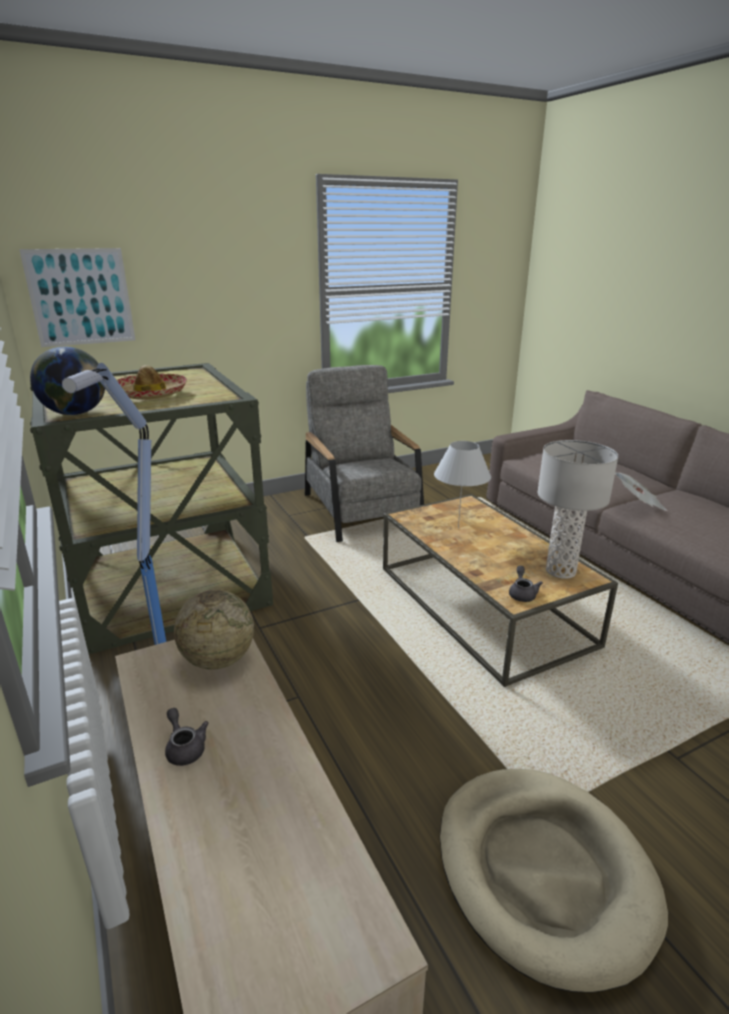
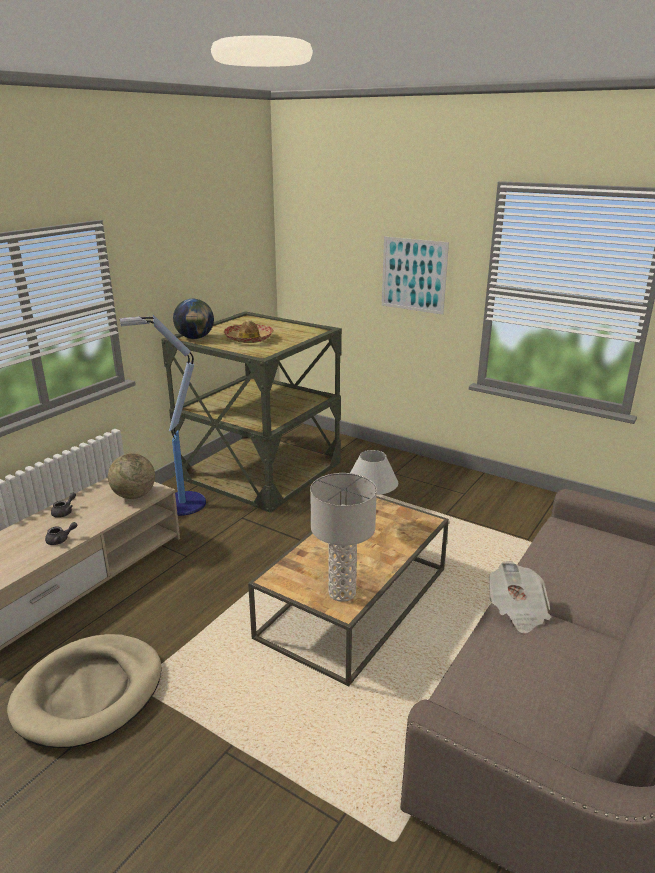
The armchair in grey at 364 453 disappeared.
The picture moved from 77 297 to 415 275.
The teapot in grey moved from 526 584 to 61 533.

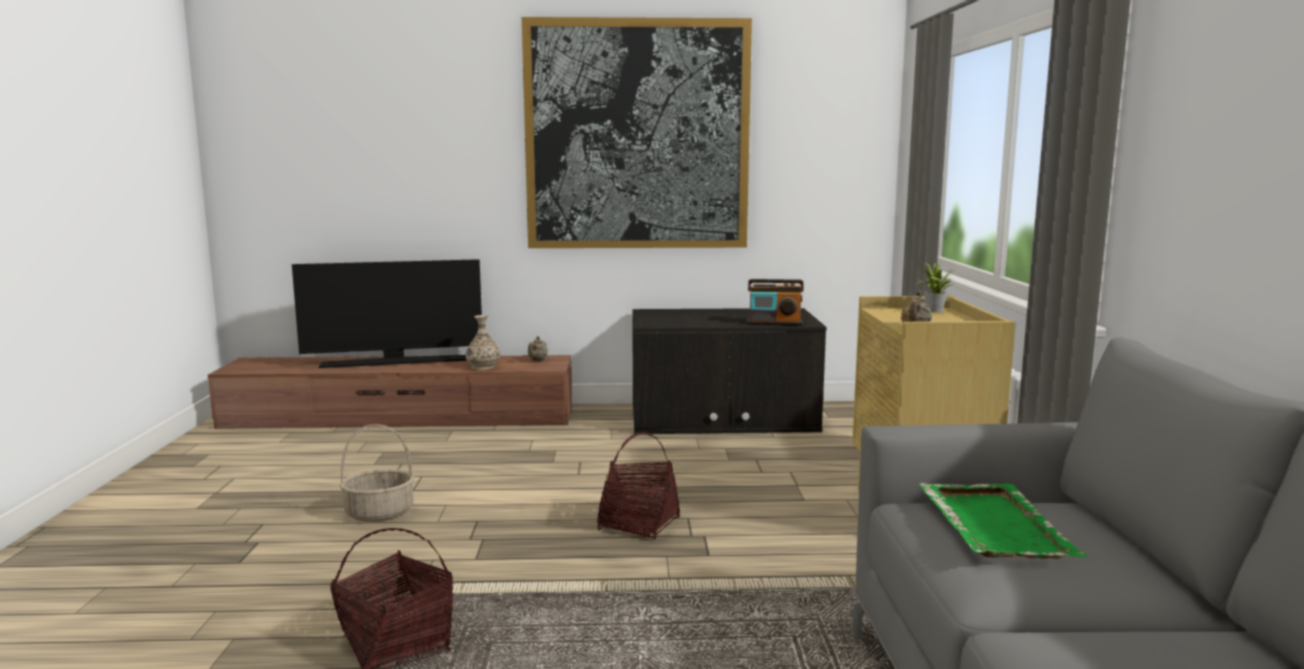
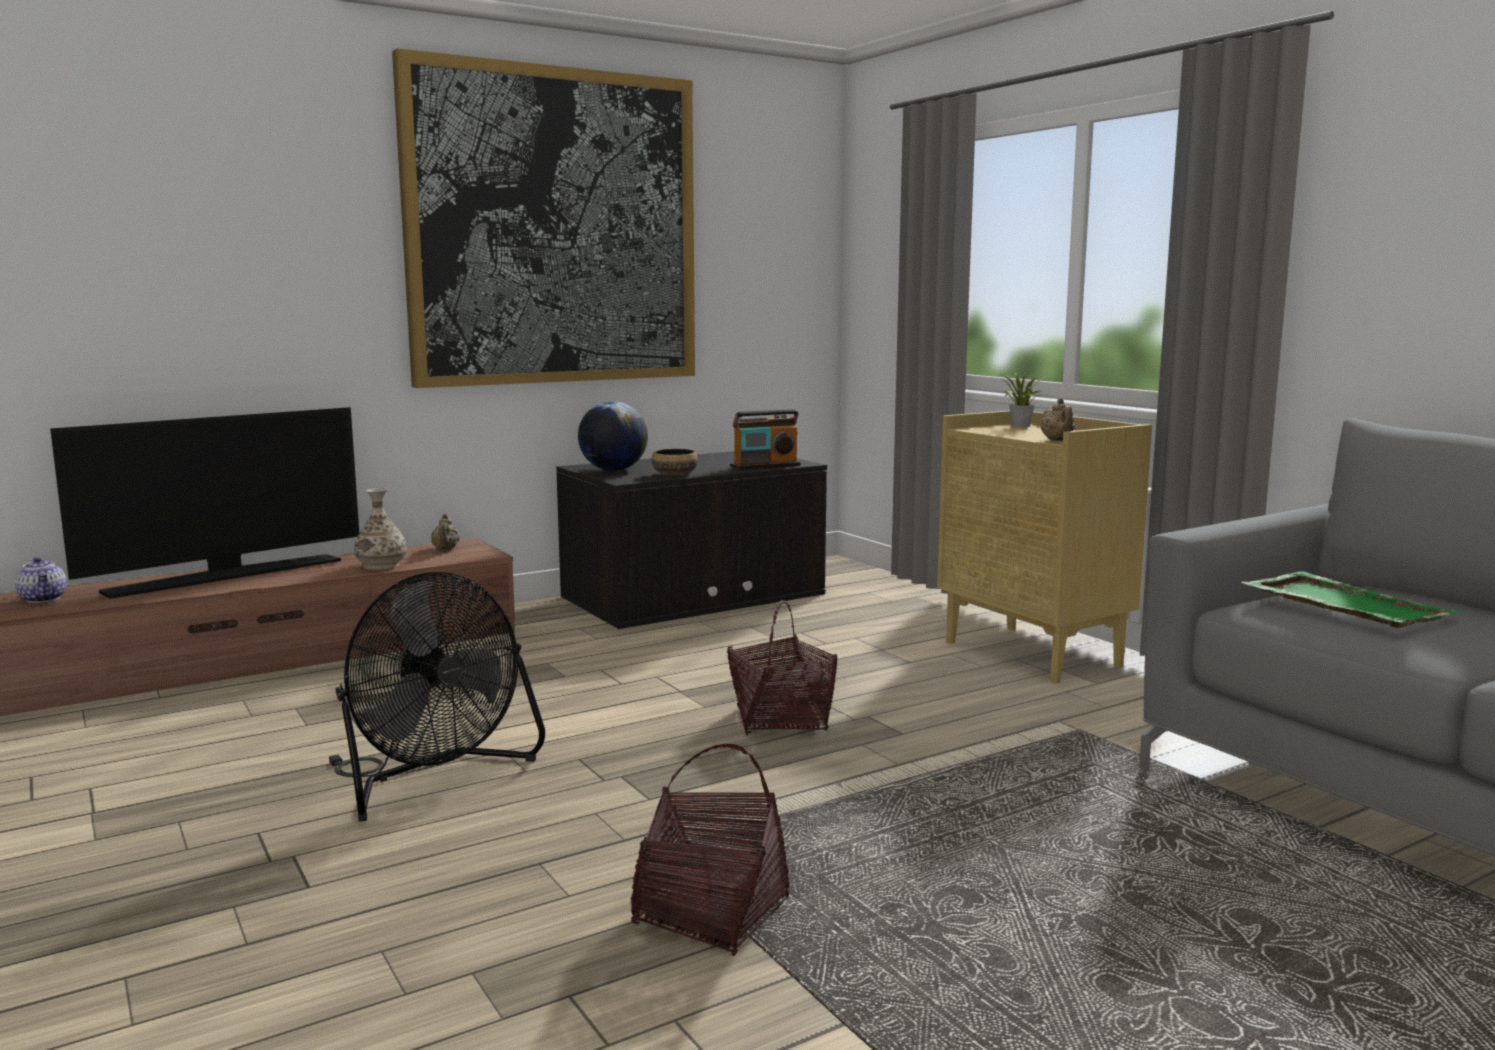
The teapot at 41 580 appeared.
The globe at 613 436 appeared.
The bowl at 675 462 appeared.
The basket at 377 473 was replaced by the fan in black at 437 697.

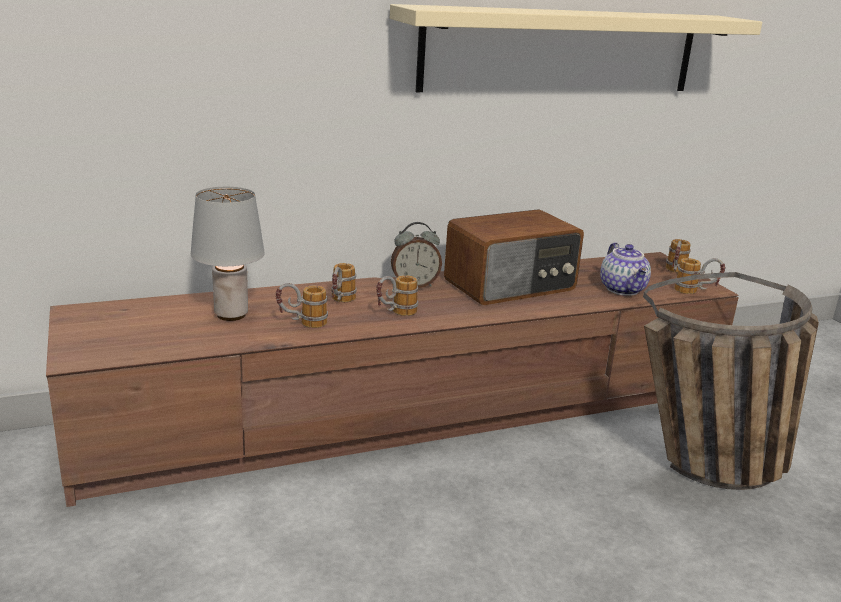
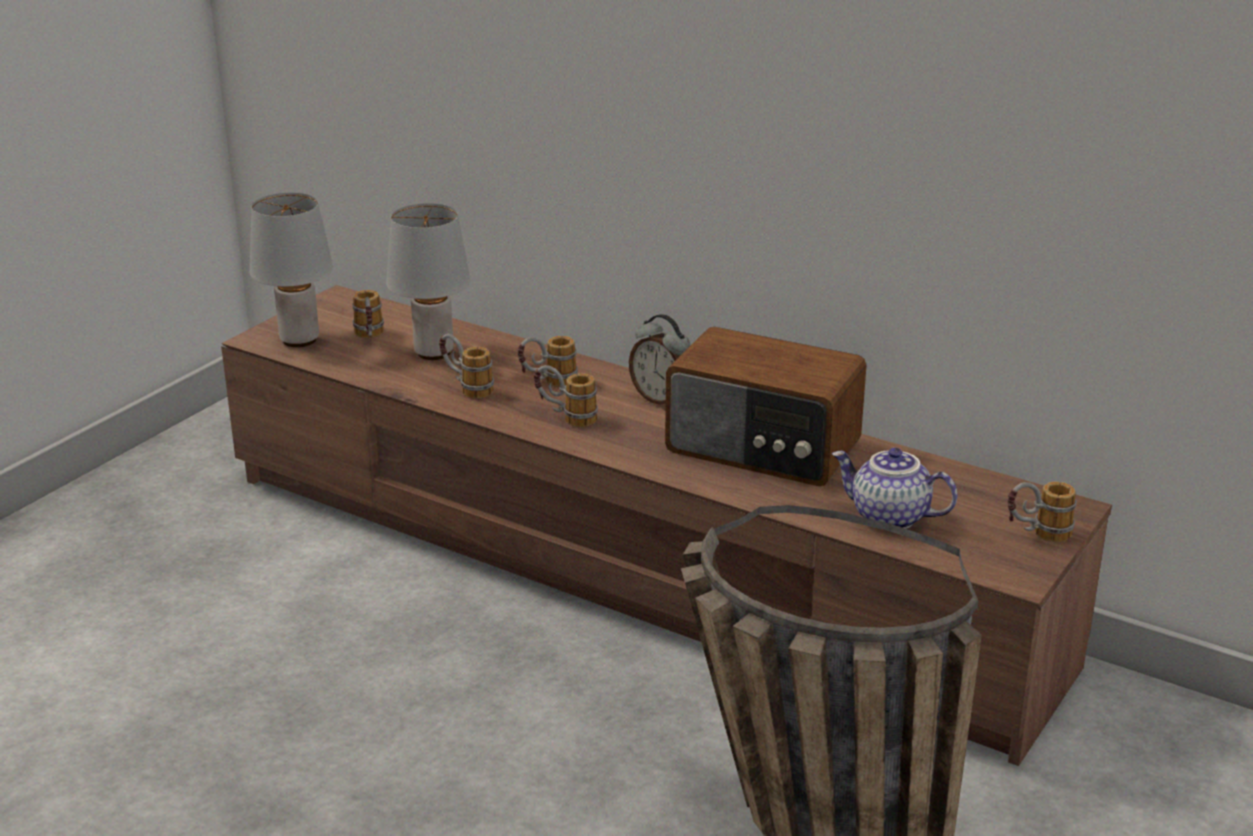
The shelf in beige at 576 48 disappeared.
The table lamp in grey at 291 270 appeared.
The mug moved from 700 276 to 368 314.
The teapot at 625 269 turned 75 degrees clockwise.

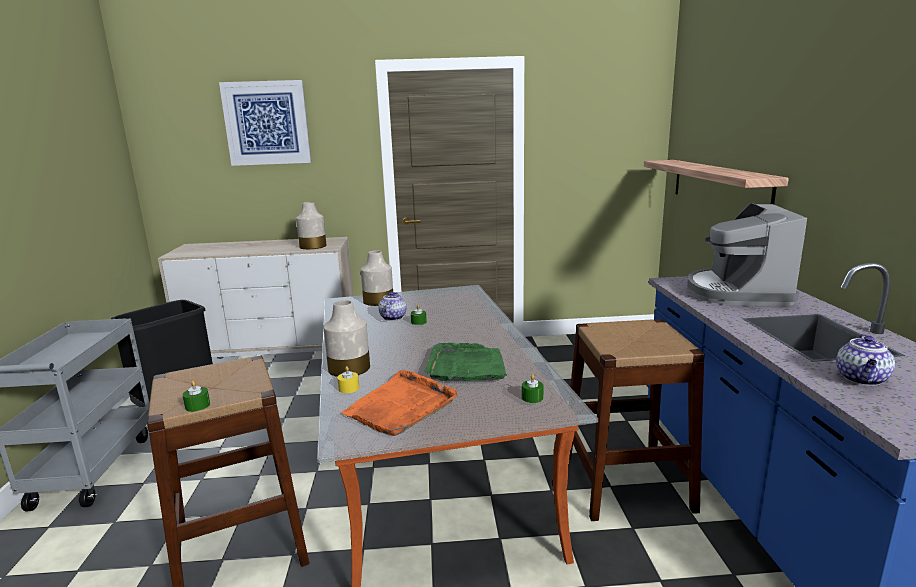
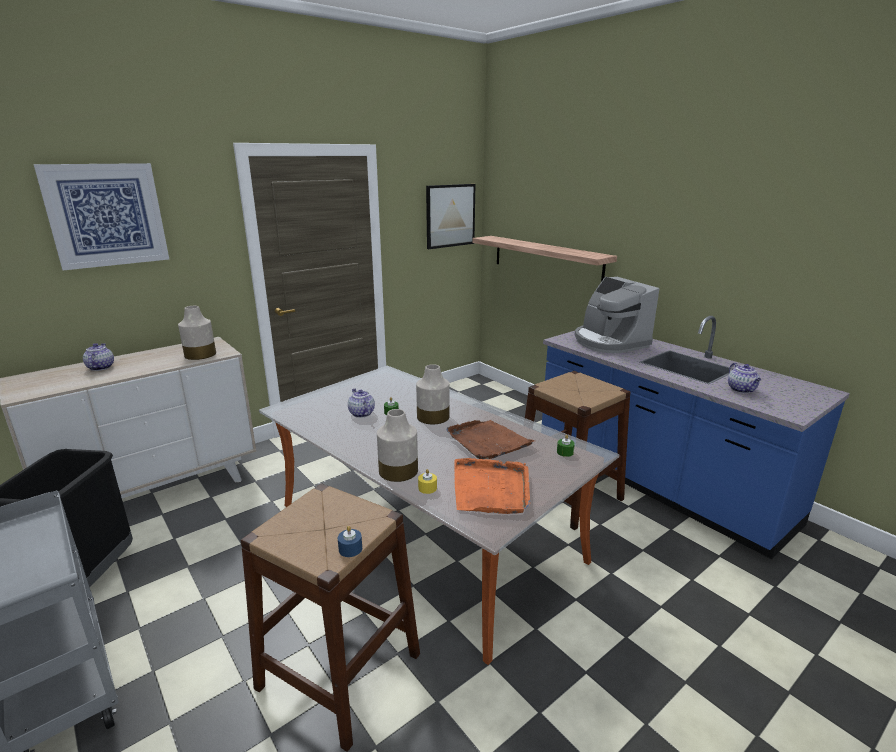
The teapot at 98 357 appeared.
The picture at 450 216 appeared.
The vase in beige moved from 377 278 to 432 394.
The candle in green at 196 396 became the candle in blue at 350 541.
The tray in green at 465 362 became the tray in brown at 491 439.

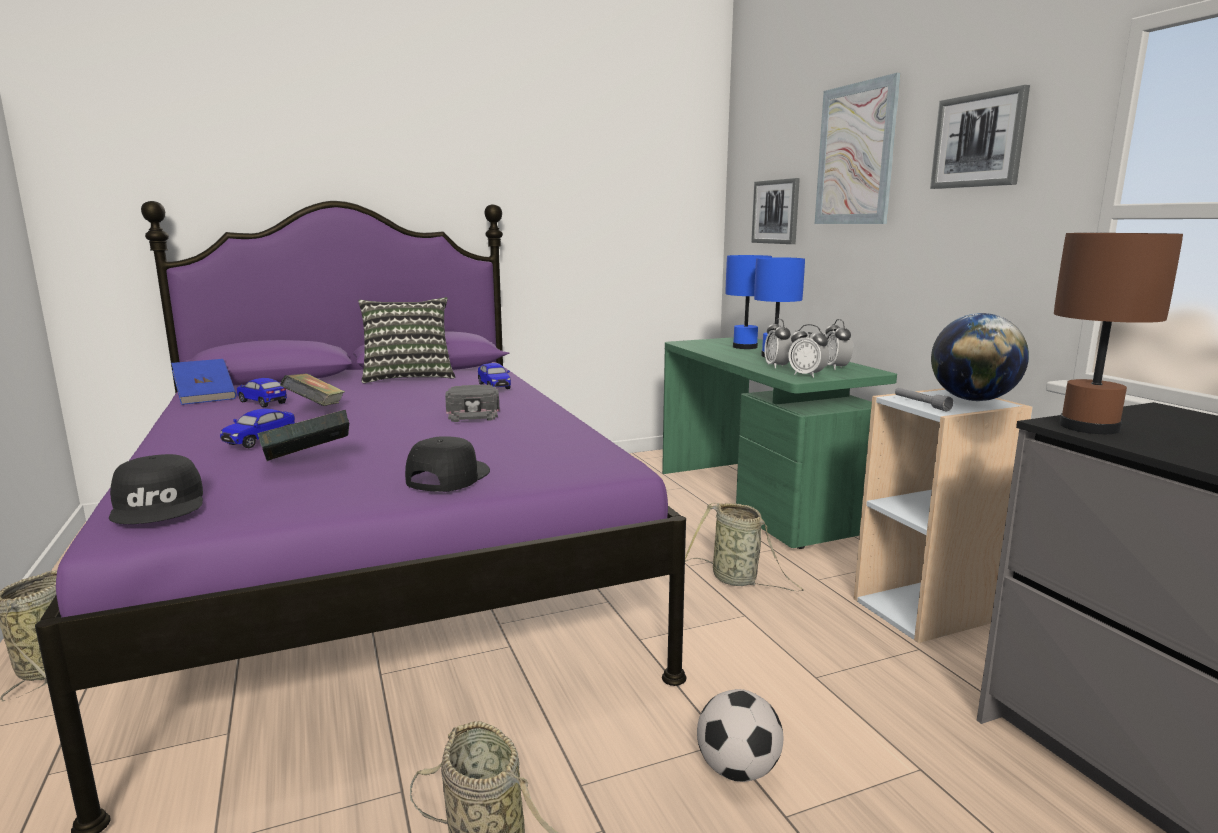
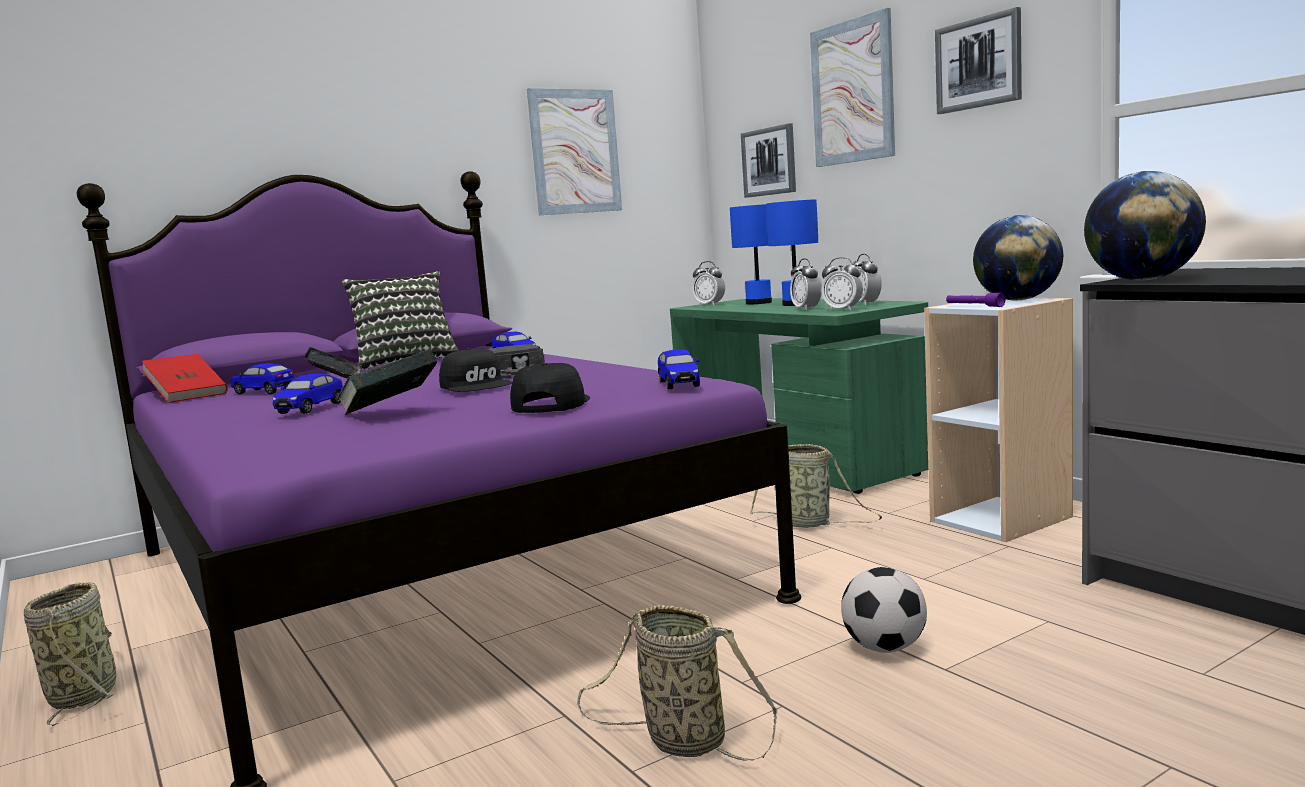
The picture at 574 151 appeared.
The toy car at 679 369 appeared.
The alarm clock at 708 283 appeared.
The cap in black moved from 156 489 to 475 370.
The table lamp in brown at 1118 333 was replaced by the globe at 1145 226.
The book in blue at 203 382 became the book in red at 185 378.
The flashlight in grey at 924 399 became the flashlight in purple at 975 299.

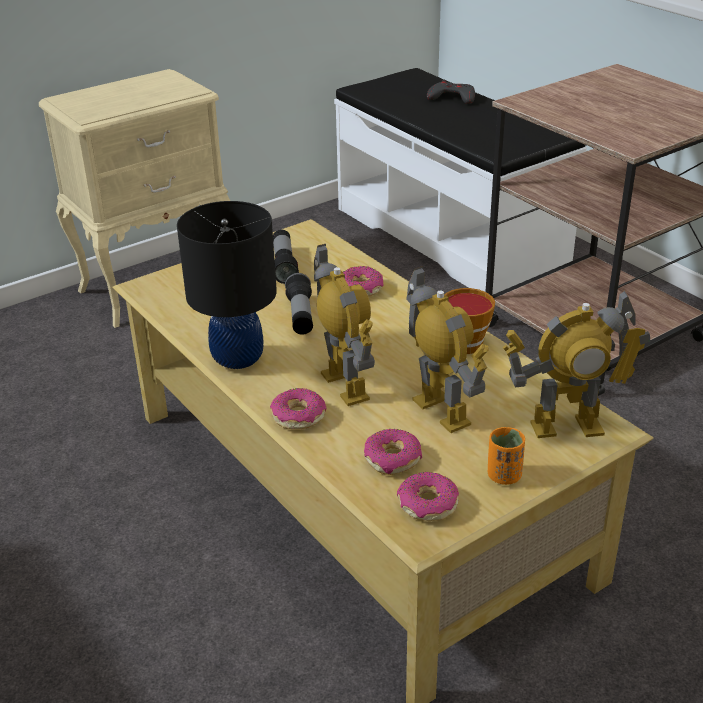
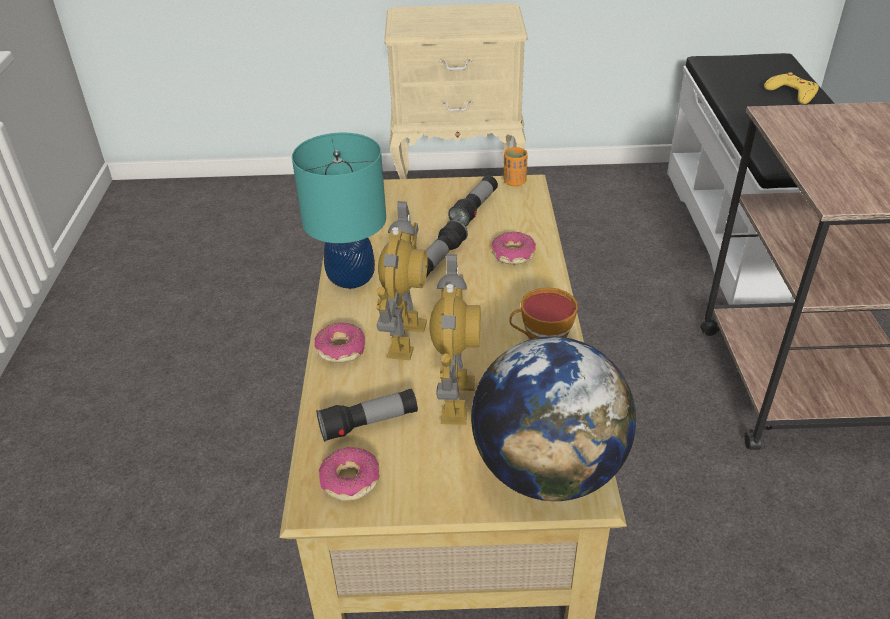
The cup in orange moved from 506 456 to 516 167.
The donut at 393 452 was replaced by the flashlight at 367 415.
The toy robot at 577 364 was replaced by the globe at 553 418.
The table lamp in black at 227 285 became the table lamp in turquoise at 339 211.
The game controller in grey at 451 92 became the game controller in yellow at 791 88.

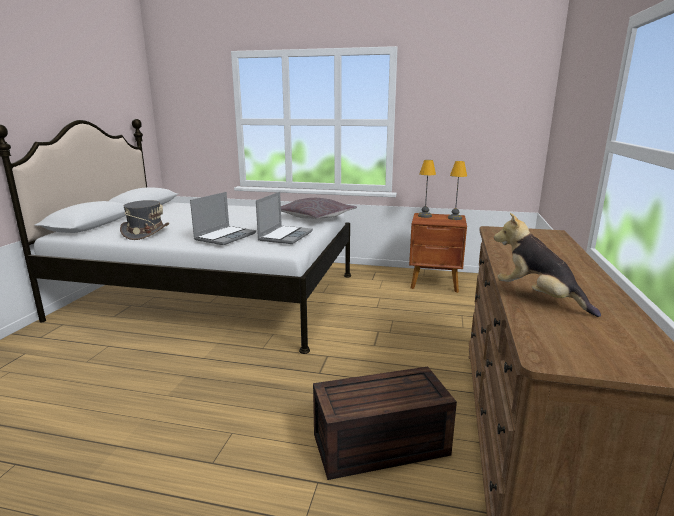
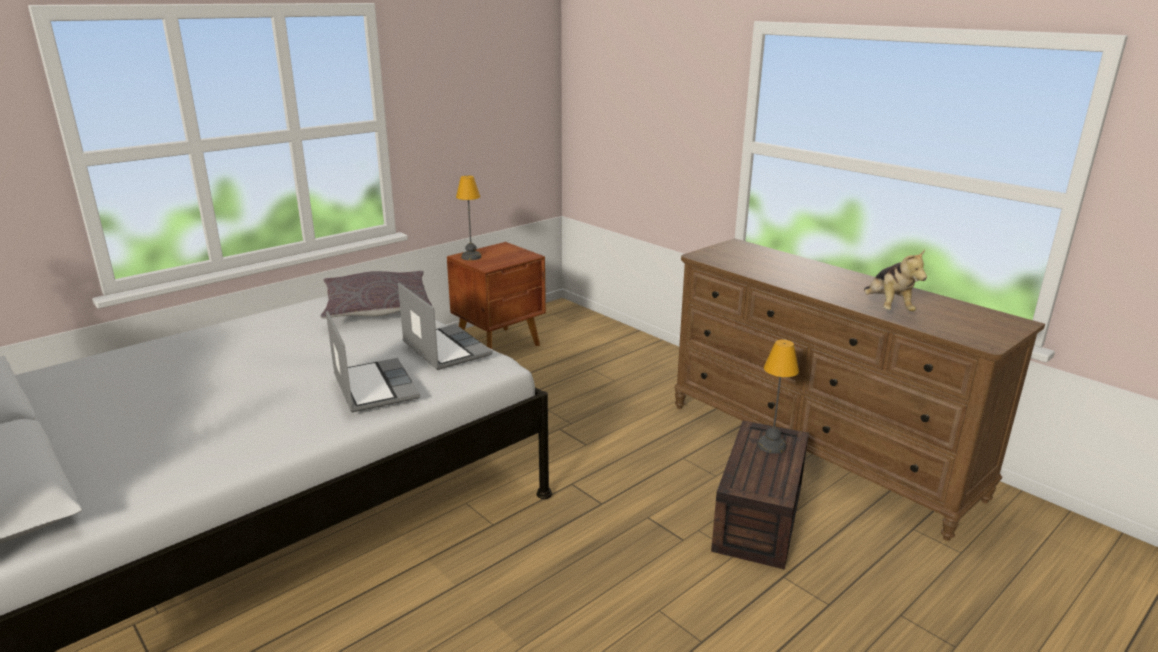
The hat in grey at 144 220 disappeared.
The table lamp moved from 457 190 to 778 397.
The plush toy at 547 265 turned 90 degrees counterclockwise.

